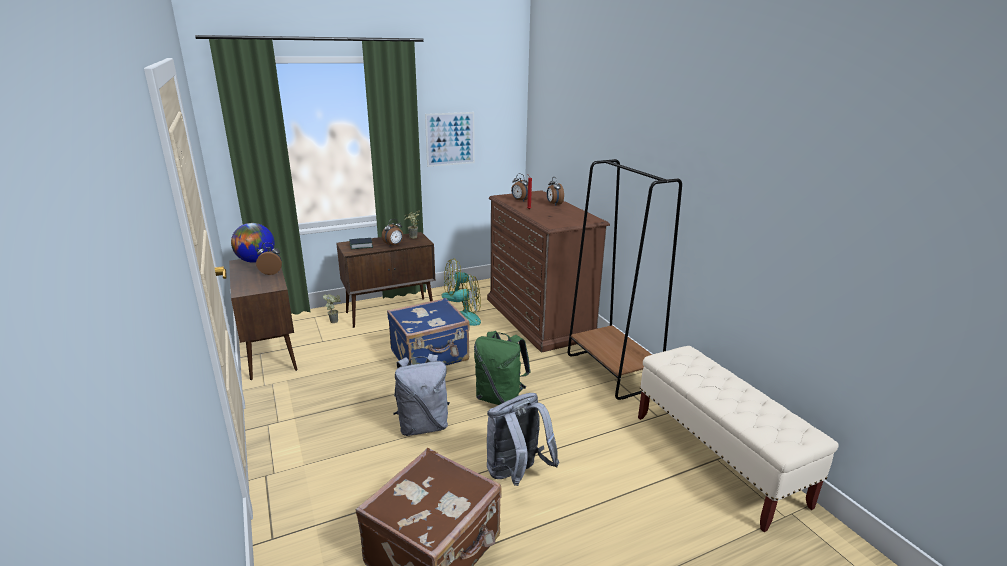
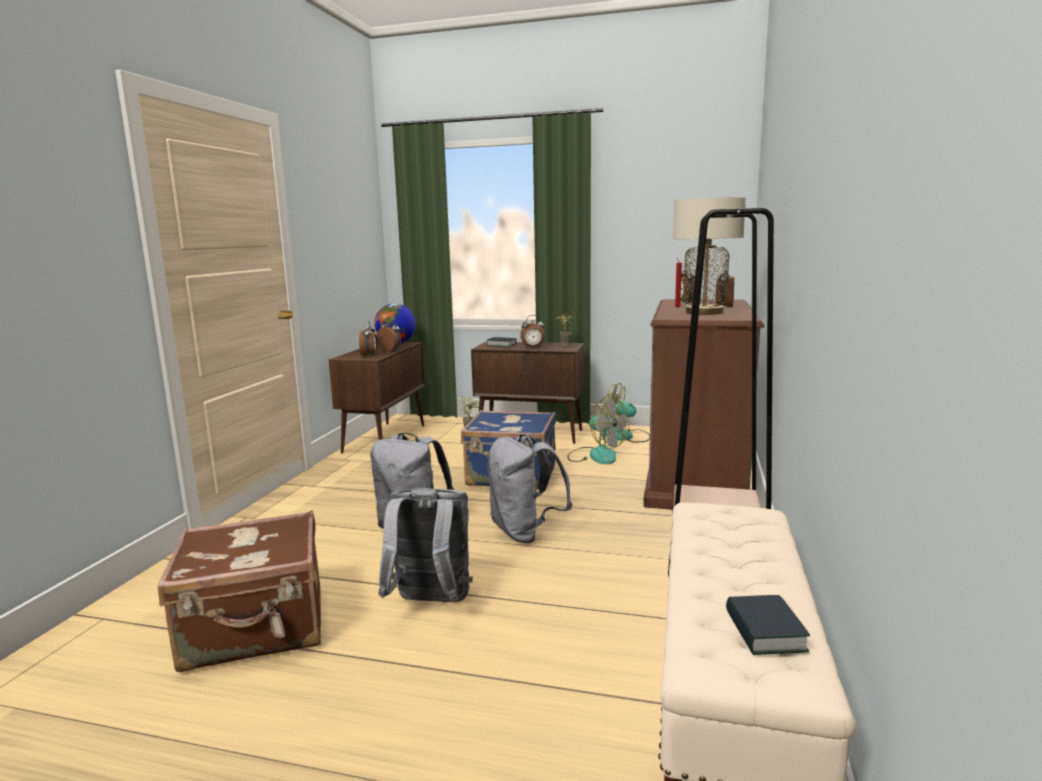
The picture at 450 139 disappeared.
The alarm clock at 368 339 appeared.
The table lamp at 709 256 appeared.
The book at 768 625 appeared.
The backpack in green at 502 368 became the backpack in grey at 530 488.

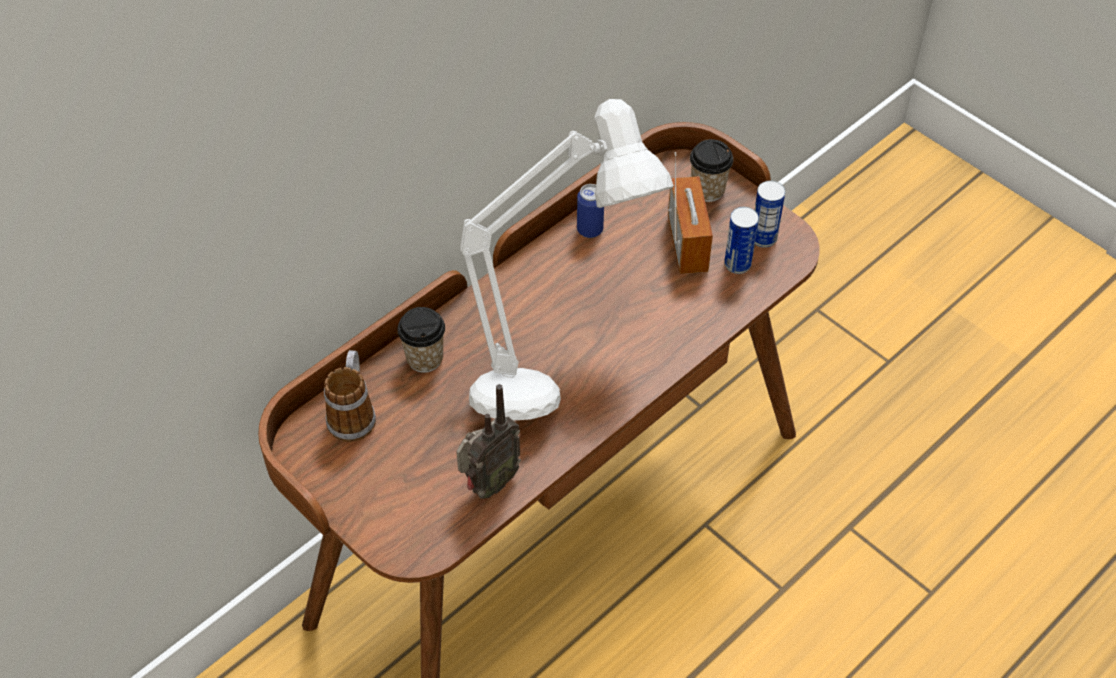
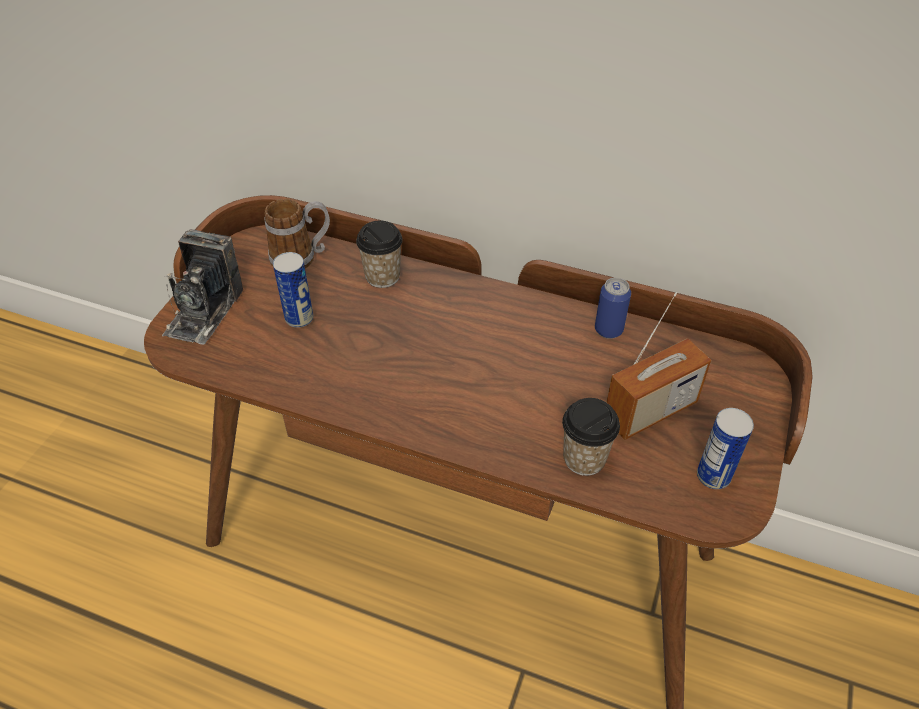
The radio at 488 441 disappeared.
The table lamp in grey at 567 260 disappeared.
The photo camera at 202 286 appeared.
The cup moved from 711 170 to 591 437.
The can moved from 741 240 to 293 290.

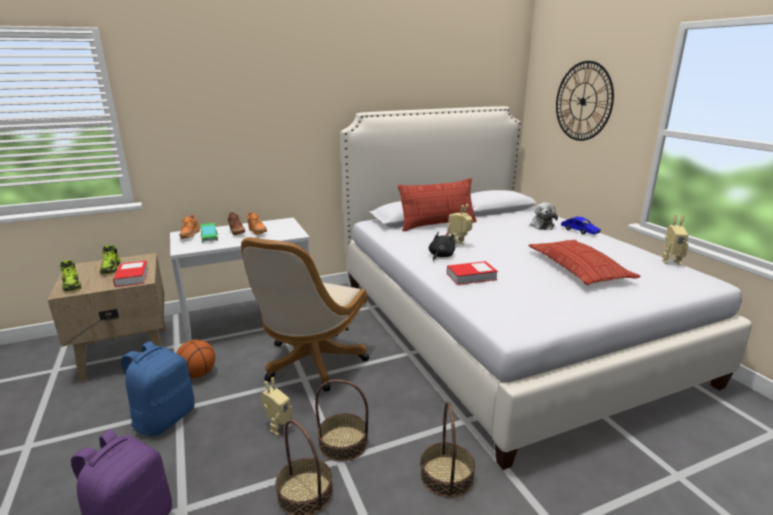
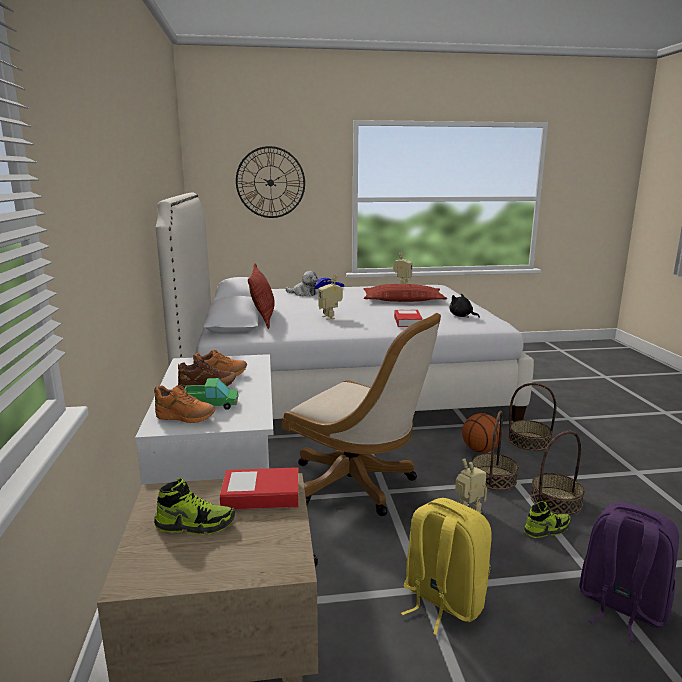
The shoe moved from 70 276 to 547 519.
The basketball moved from 195 359 to 482 433.
The plush toy in black moved from 442 246 to 464 305.
The backpack in blue at 158 388 became the backpack in yellow at 446 566.

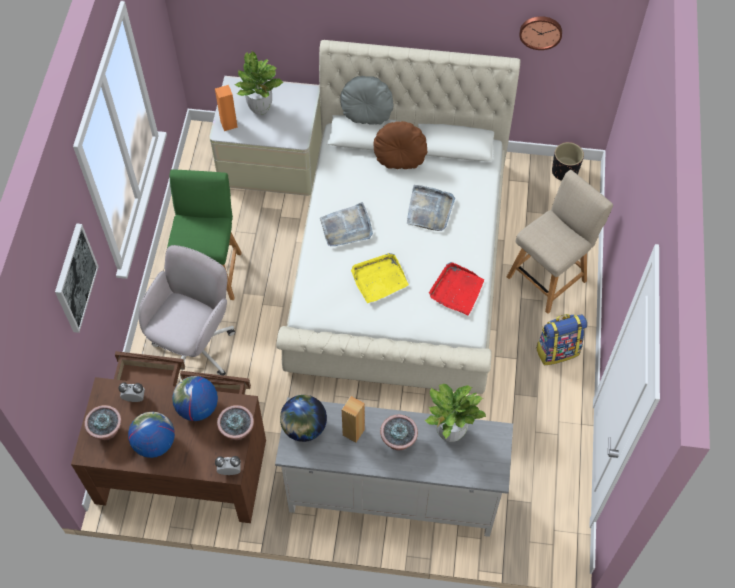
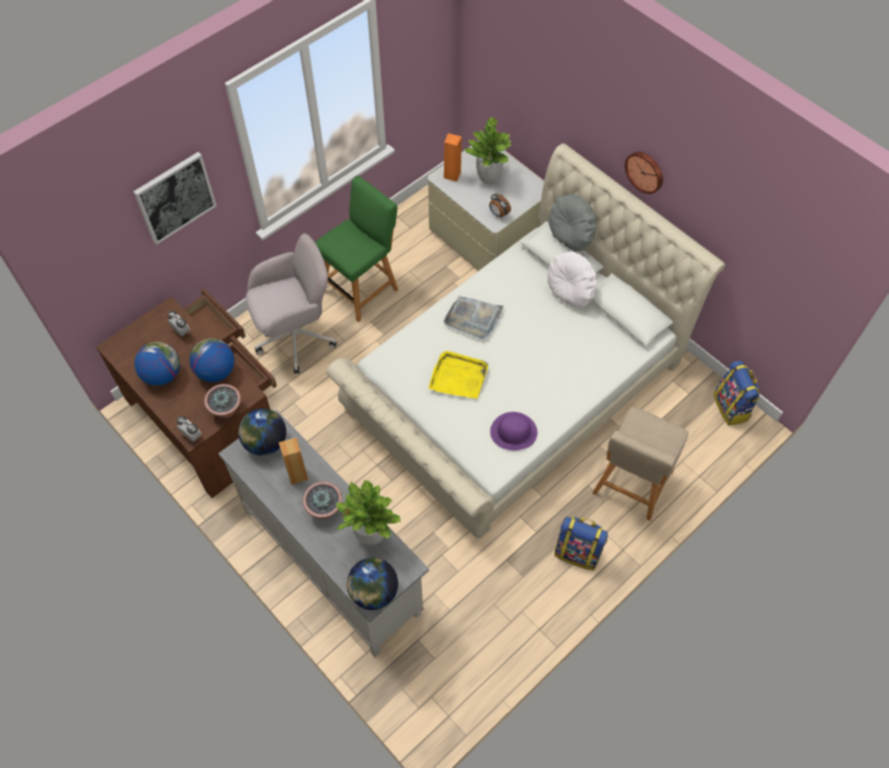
The potted plant at 103 422 disappeared.
The tray in grey at 431 208 disappeared.
The globe at 372 584 appeared.
The alarm clock at 500 205 appeared.
The wall clock moved from 540 33 to 644 173.
The tray in red at 456 289 was replaced by the hat in purple at 513 431.
The planter in black at 568 161 was replaced by the backpack at 737 393.
The pillow in brown at 400 145 became the pillow in white at 572 280.
The chair in beige at 560 242 turned 120 degrees clockwise.

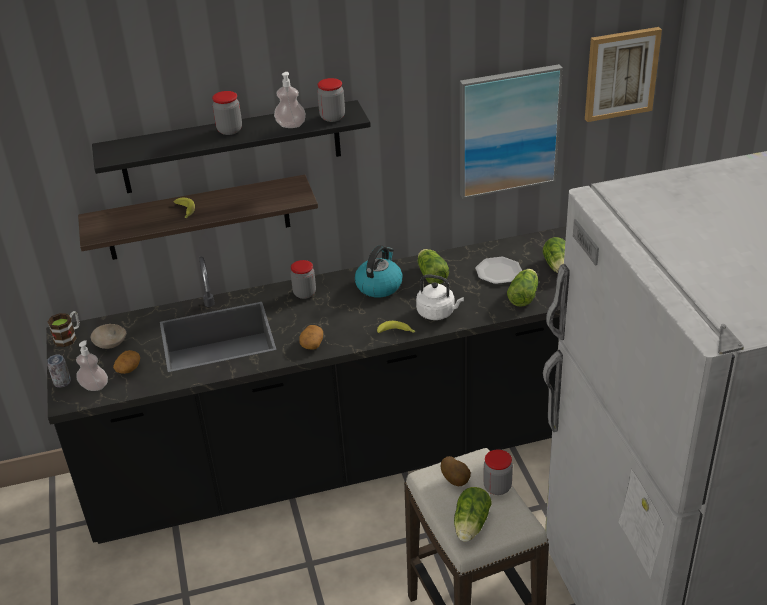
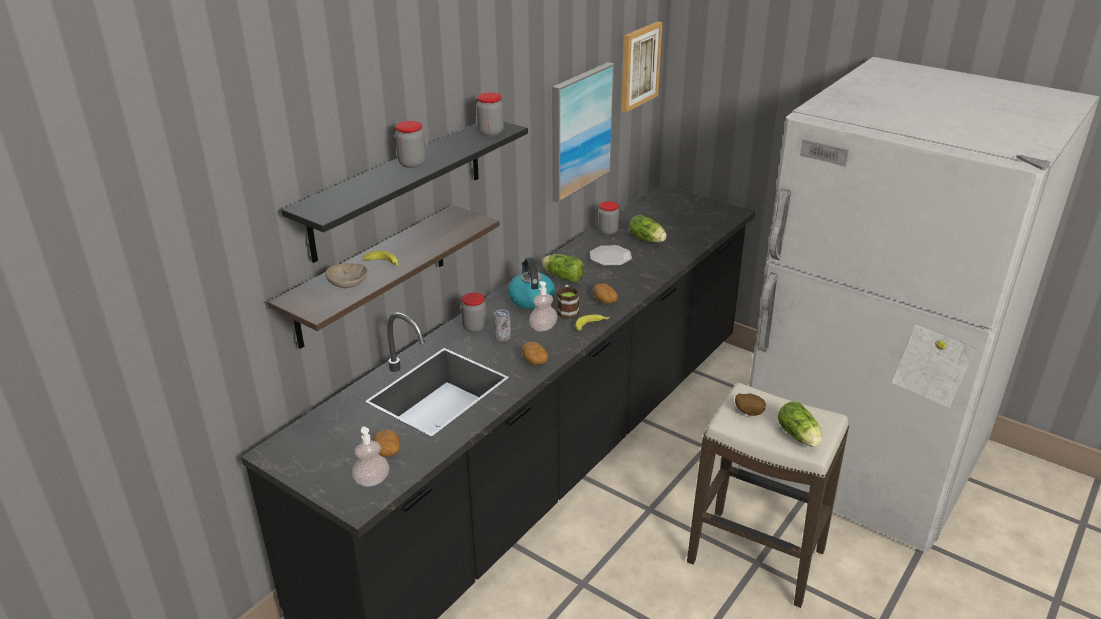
The lettuce at 522 288 disappeared.
The mug moved from 63 329 to 568 302.
The can moved from 59 370 to 502 325.
The bowl in beige moved from 108 336 to 346 275.
The soap dispenser moved from 290 100 to 543 306.
The jar moved from 498 472 to 608 218.
The kettle in white at 440 297 was replaced by the potato at 605 293.

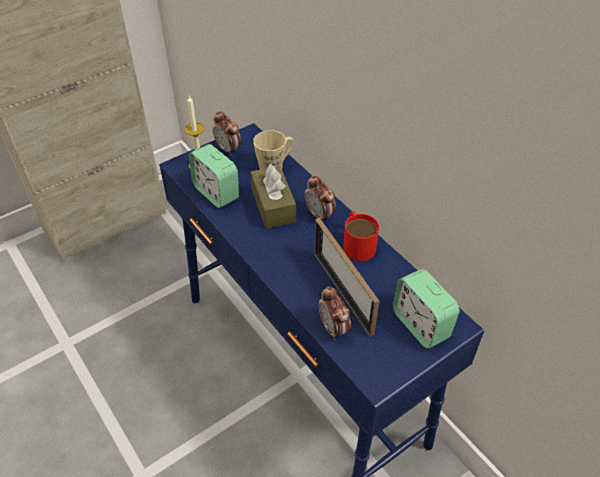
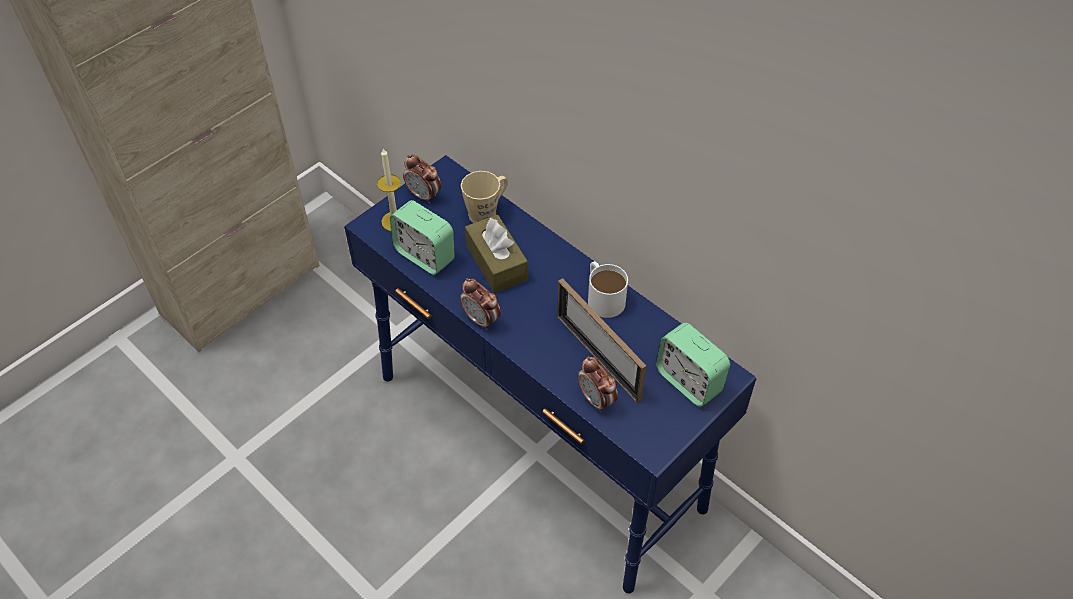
The alarm clock moved from 320 199 to 480 304.
The mug in red at 361 236 became the mug in white at 608 289.

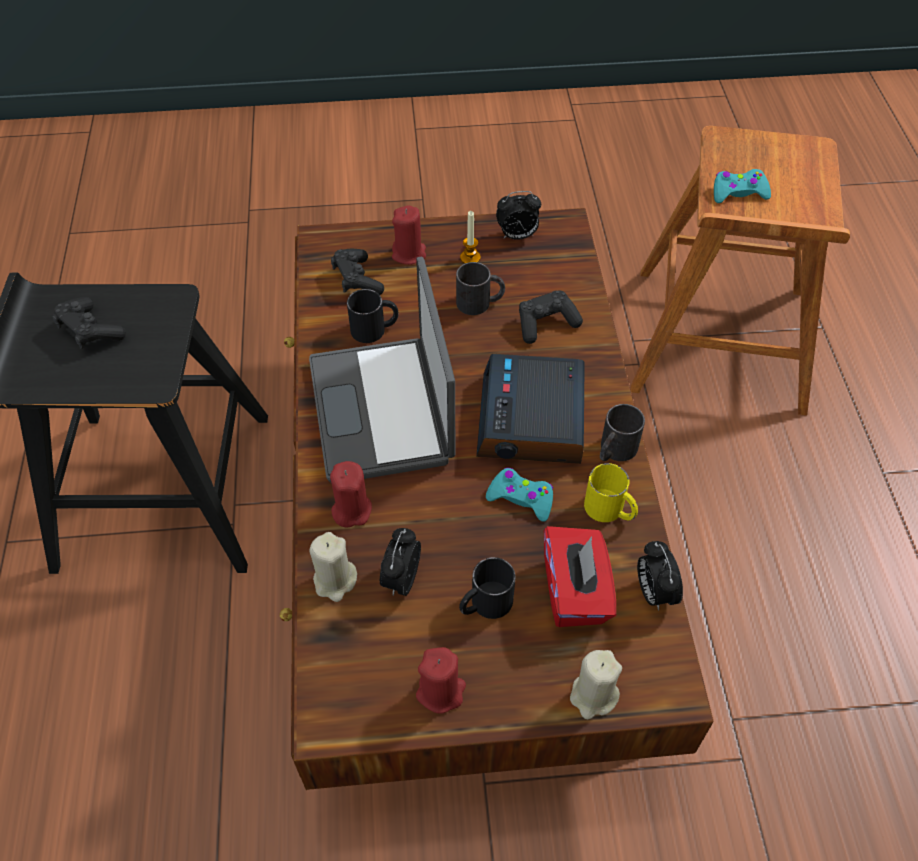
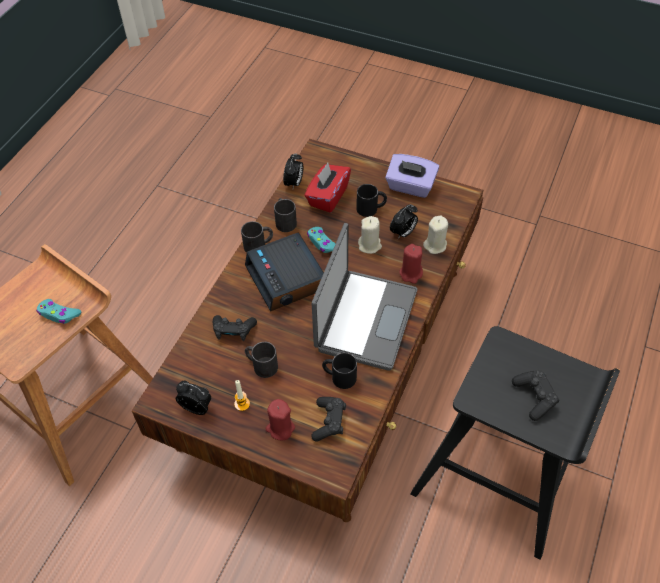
The candle in beige moved from 596 684 to 370 235.
The candle in red at 441 680 was replaced by the tissue box in purple at 412 176.
The mug in yellow at 611 492 became the mug in black at 285 215.
The alarm clock at 530 409 turned 120 degrees clockwise.

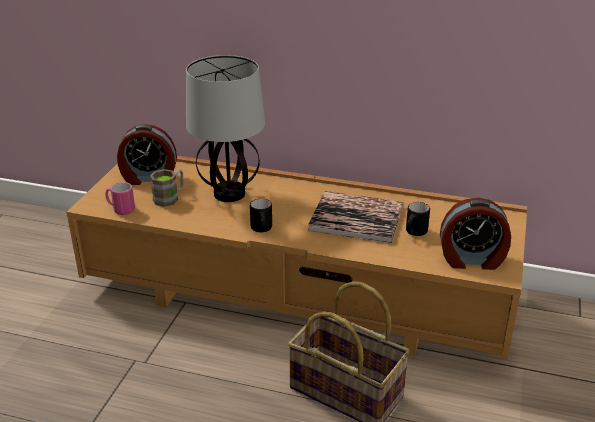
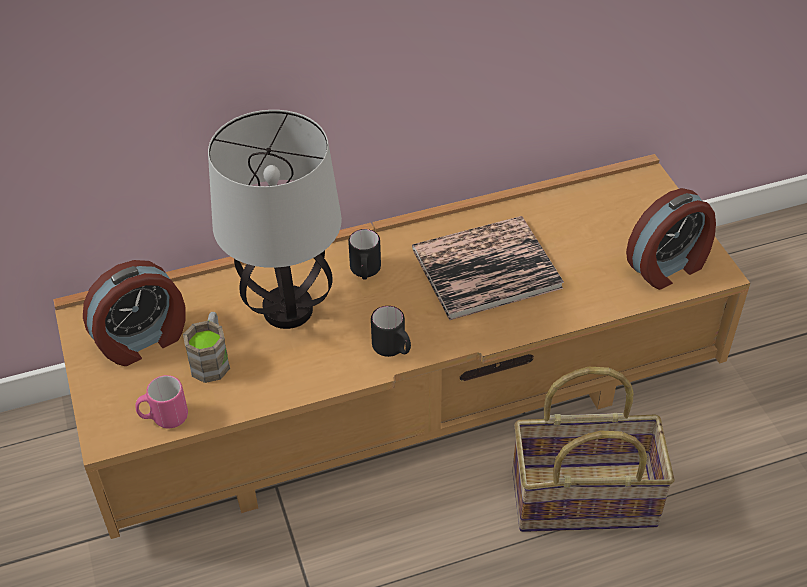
The mug in black moved from 418 219 to 364 254.

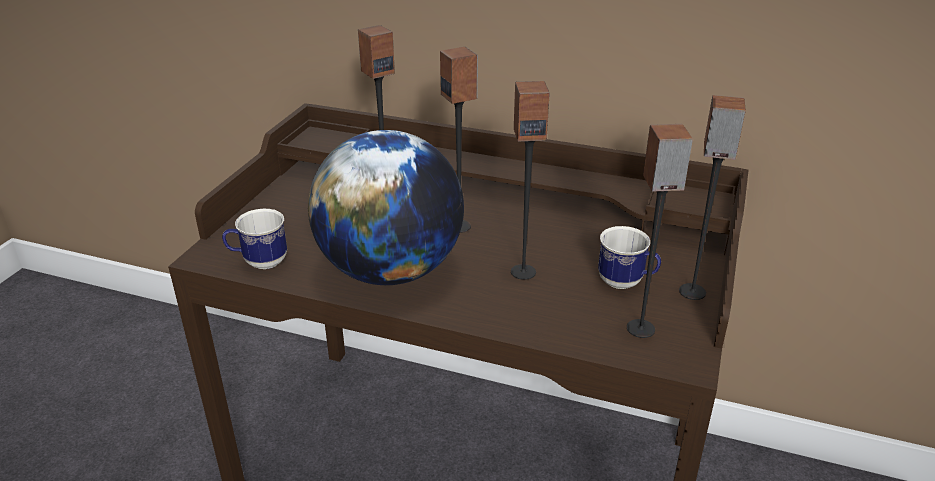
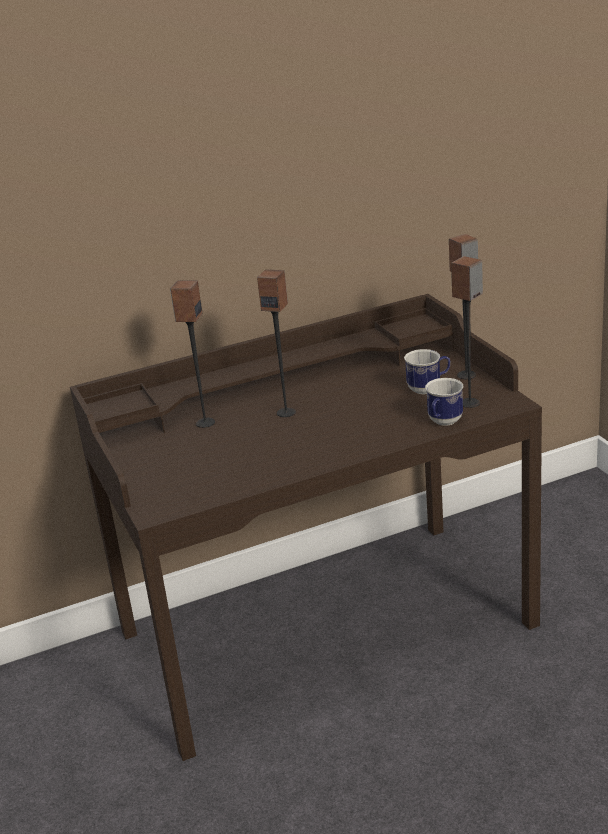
The globe at 386 207 disappeared.
The speaker at 530 180 disappeared.
The mug moved from 254 239 to 444 402.

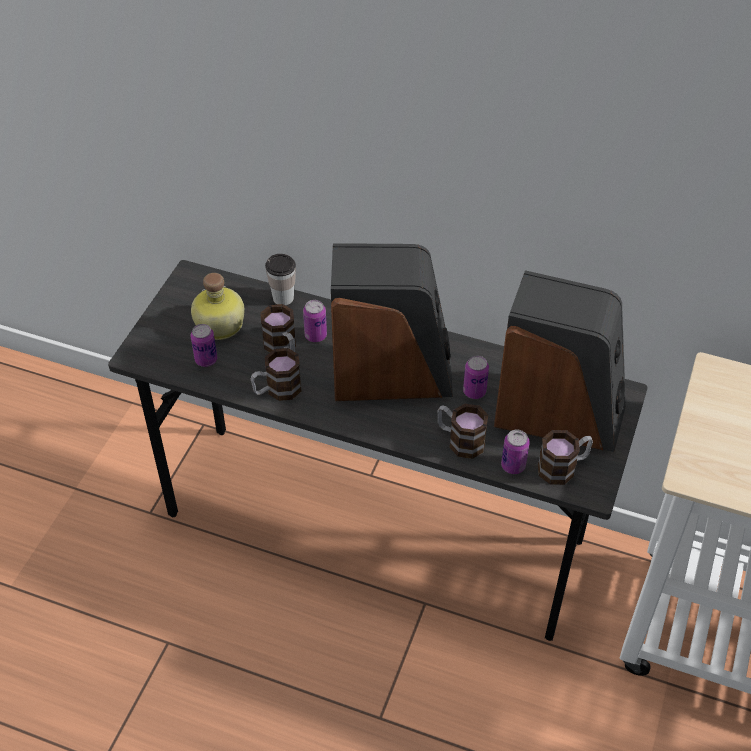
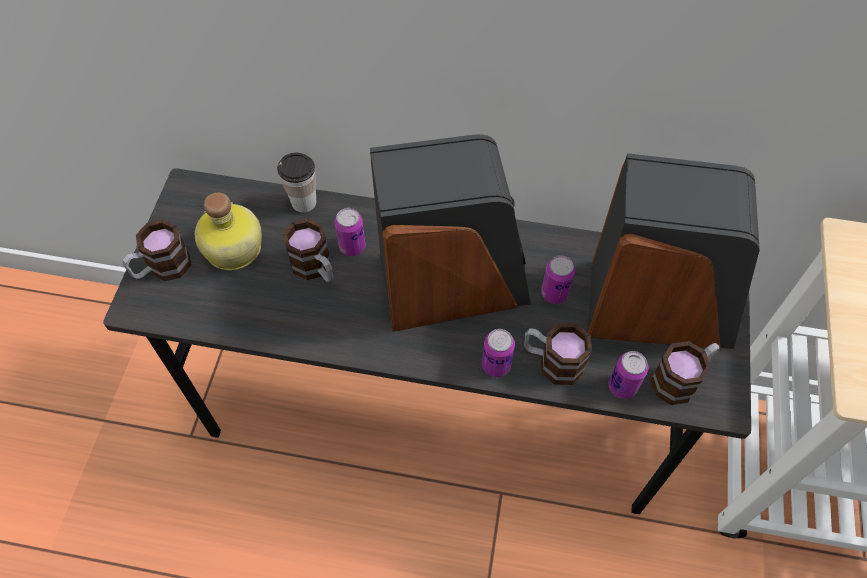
The can moved from 204 345 to 498 353.
The mug moved from 276 374 to 156 250.

